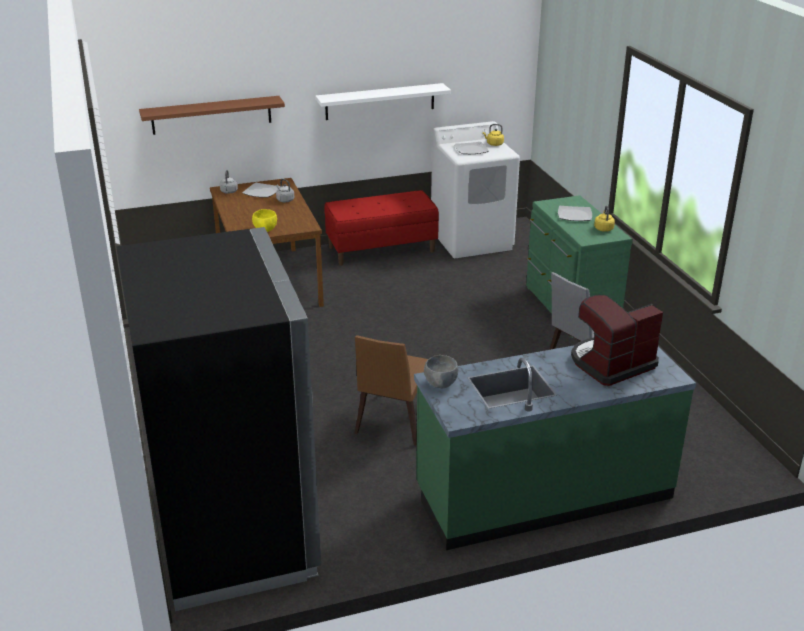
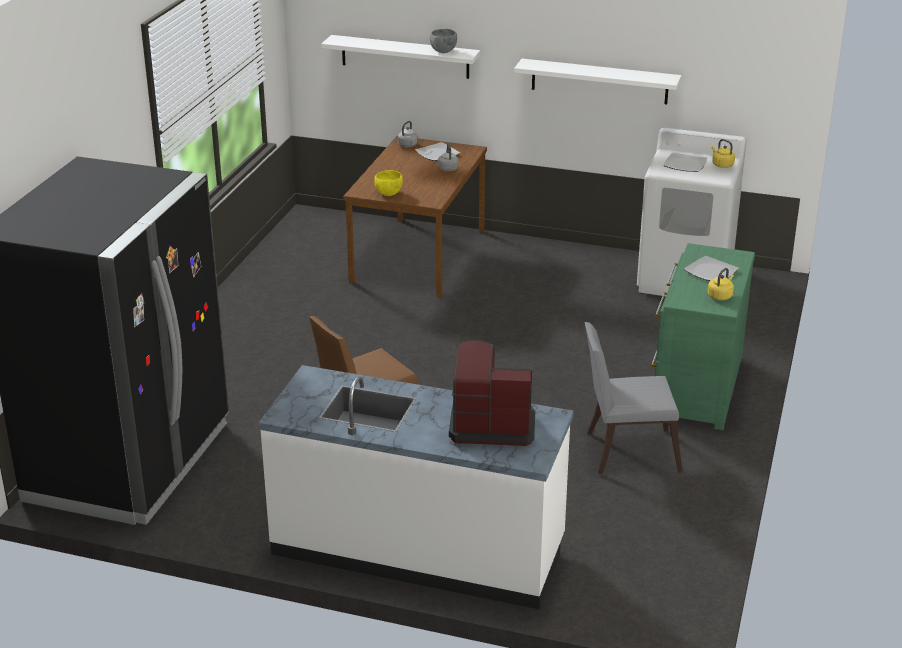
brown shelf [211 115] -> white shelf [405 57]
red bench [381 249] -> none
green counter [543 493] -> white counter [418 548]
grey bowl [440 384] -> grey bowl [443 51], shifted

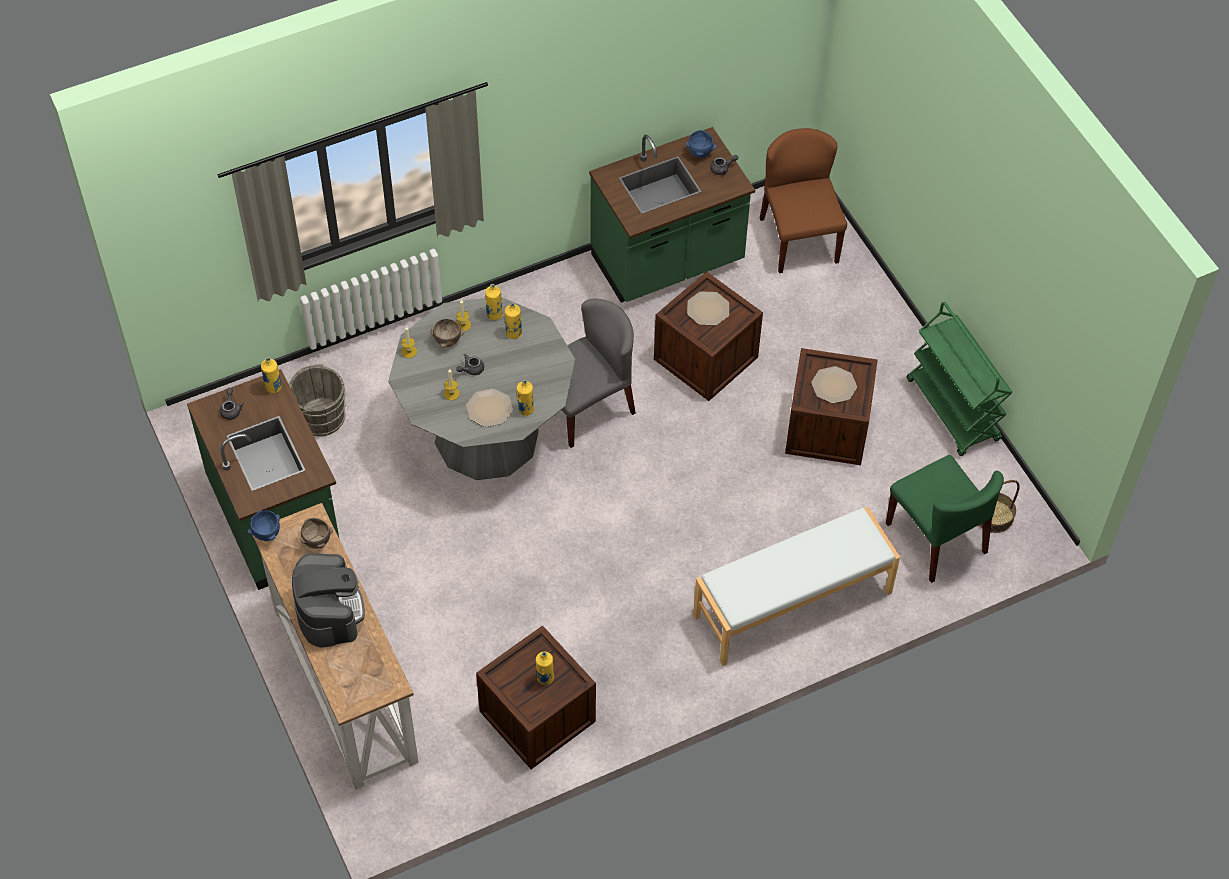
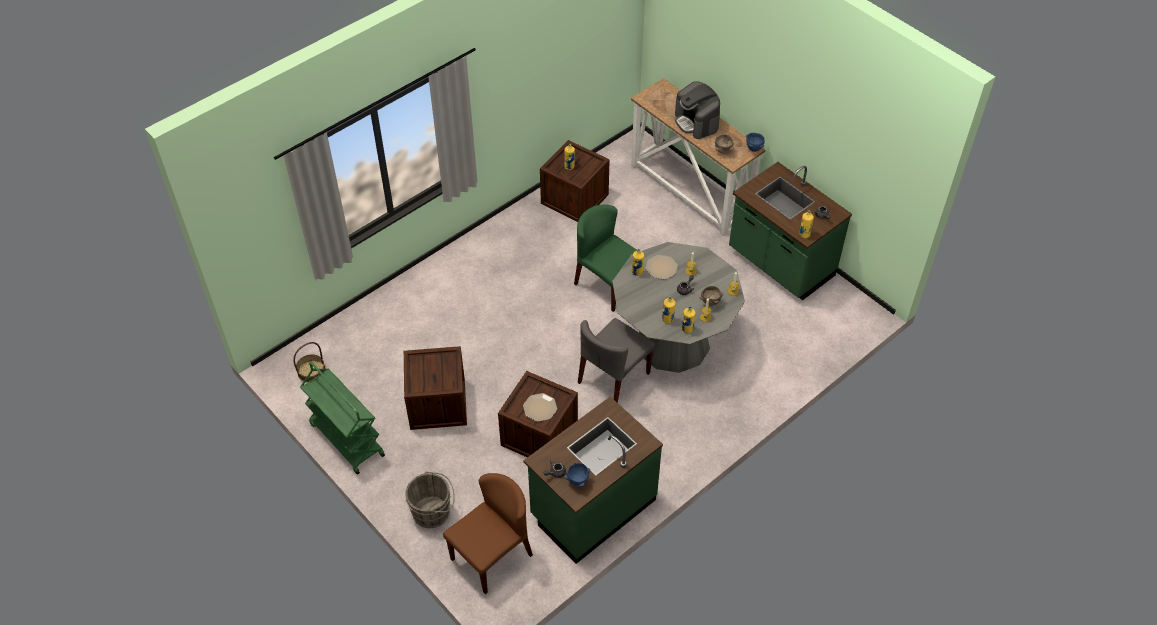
grey bucket [318 417] -> grey bucket [433 512], shifted
white bench [793 604] -> none
brown chair [798 239] -> brown chair [491 556], 105 degrees counterclockwise
plate [833 385] -> none
green chair [937 538] -> green chair [608 285], shifted

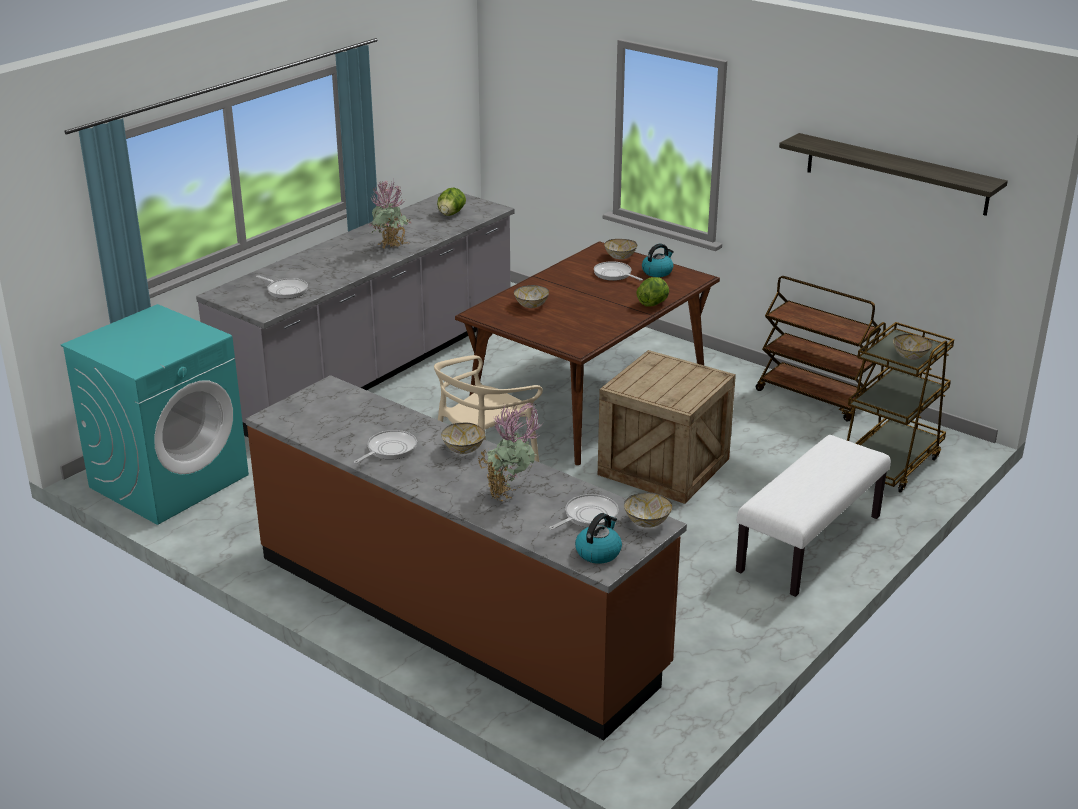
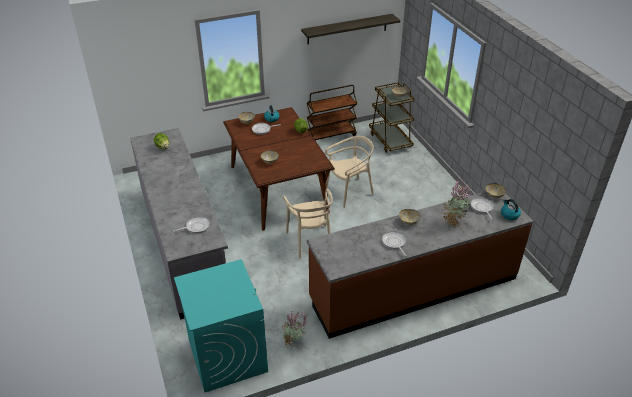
potted plant [391 249] -> potted plant [294 343], shifted
crate [663 467] -> beige chair [349 191]
white bench [810 544] -> none

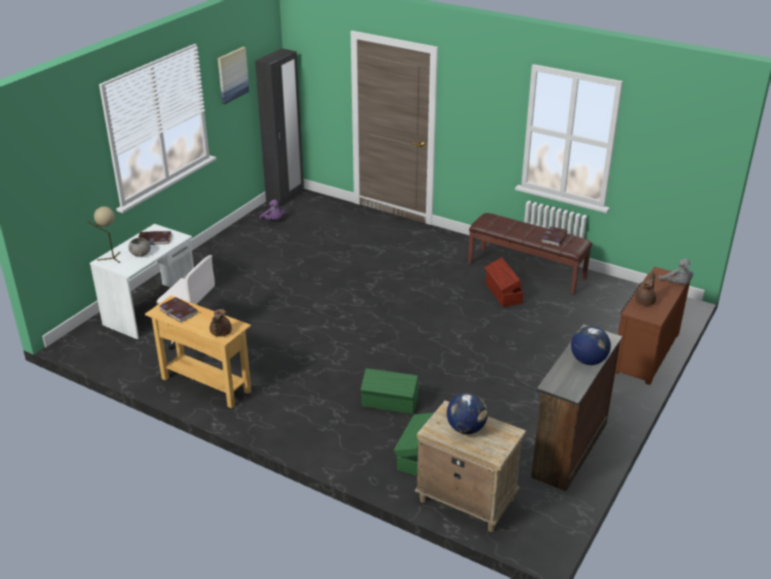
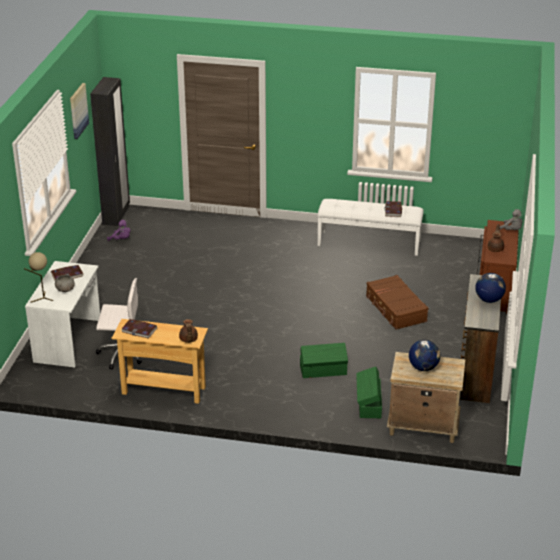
brown bench [526 270] -> white bench [369 242]
brown storage box [503 293] -> none
none -> brown suitcase [395 309]

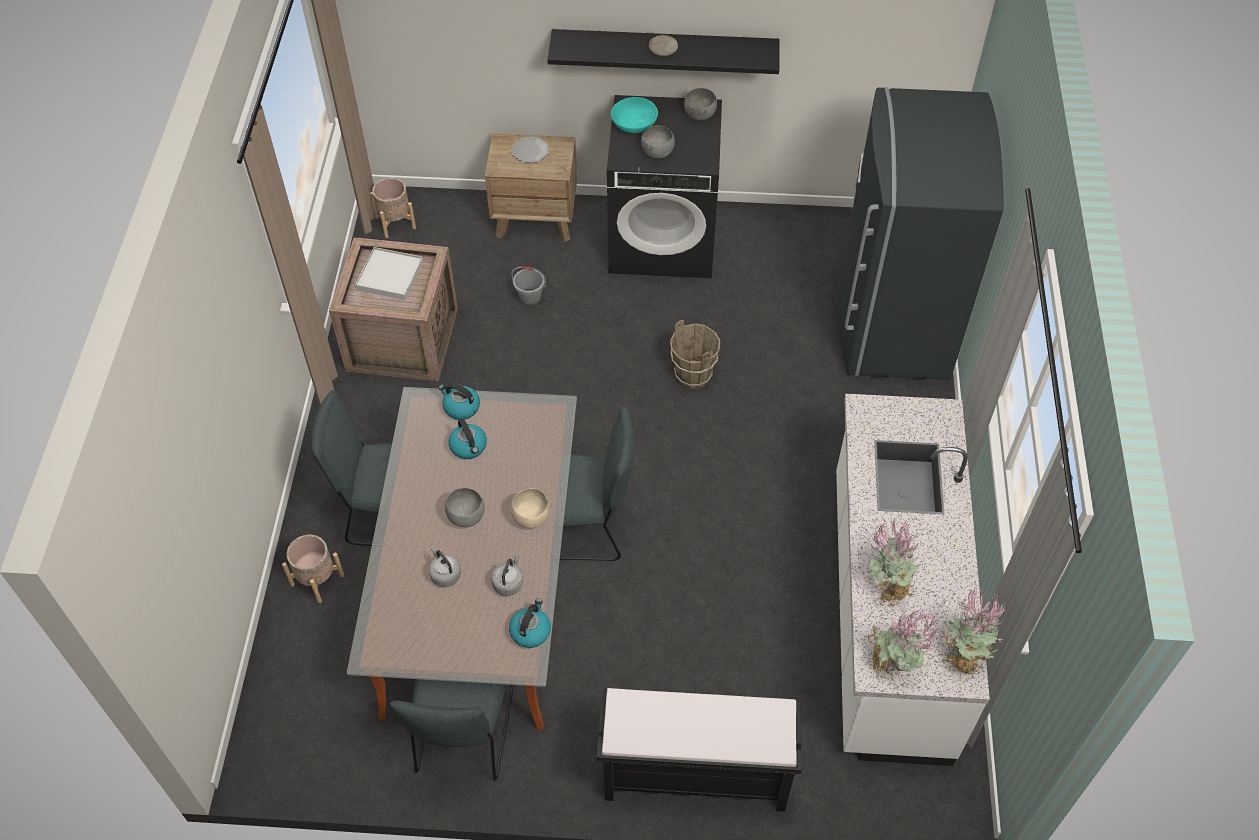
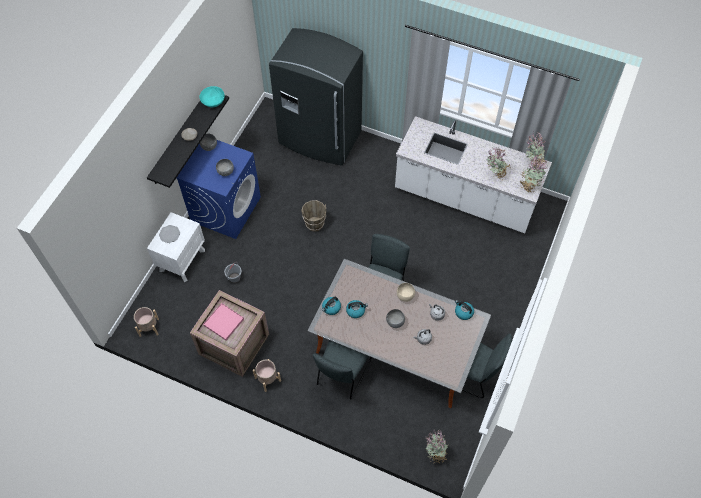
beige planter [317 580] -> beige planter [268 379], shifted
white tray [389 276] -> pink tray [224 322]
brown nightstand [536 218] -> white nightstand [182 260]
black bench [693 775] -> none
black washing machine [663 239] -> blue washing machine [226 209]
turquoise bowl [634 123] -> turquoise bowl [213 101], shifted
none -> potted plant [435 453]

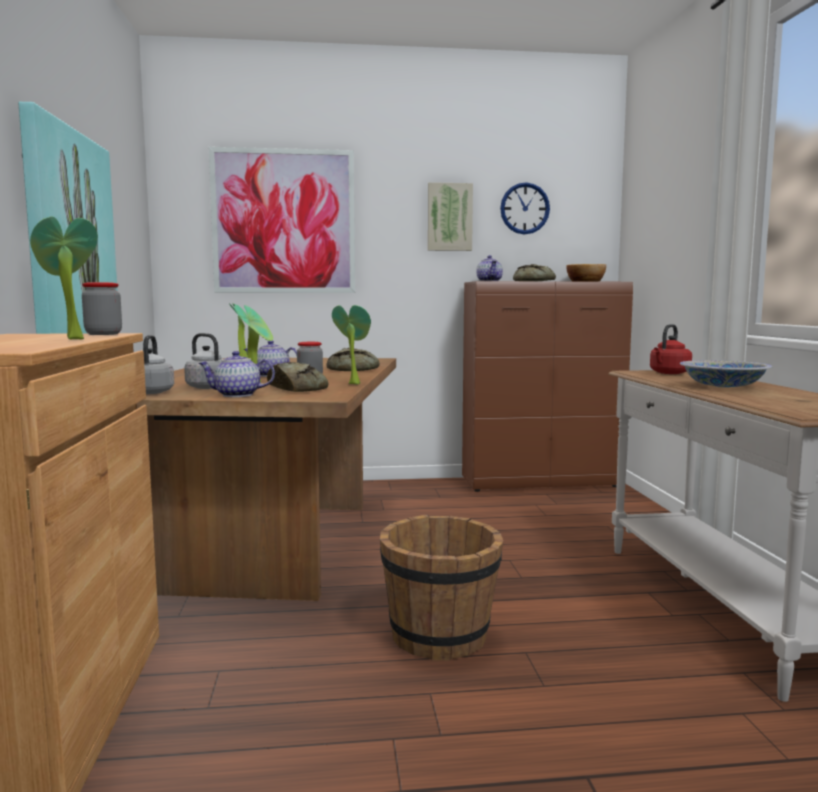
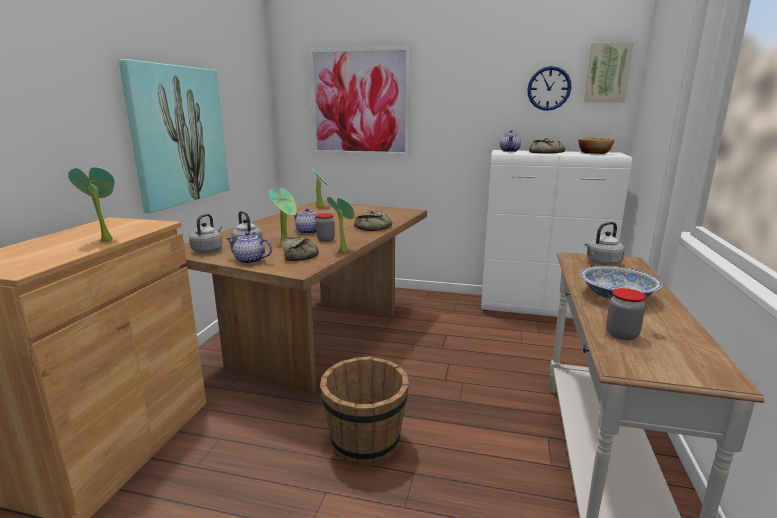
jar [103 334] -> jar [621 335], shifted
picture [449 217] -> picture [607 73], shifted
brown cabinet [542 483] -> white cabinet [541 309]
red kettle [668 373] -> grey kettle [602 263]

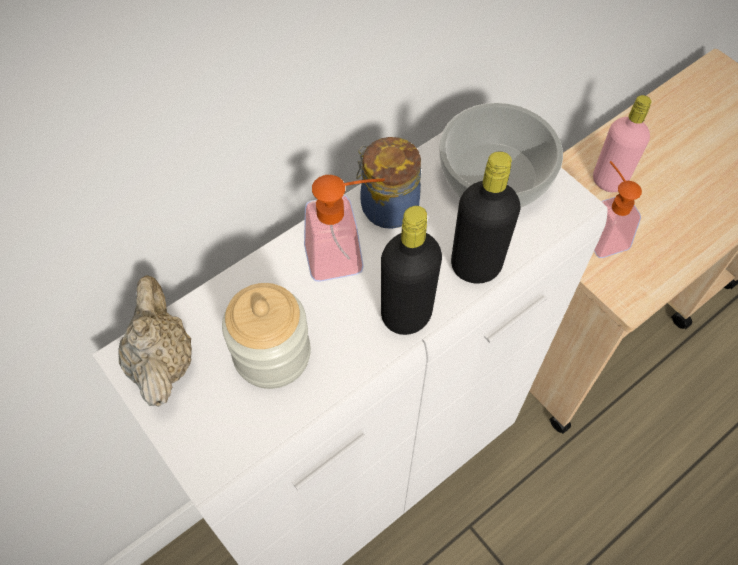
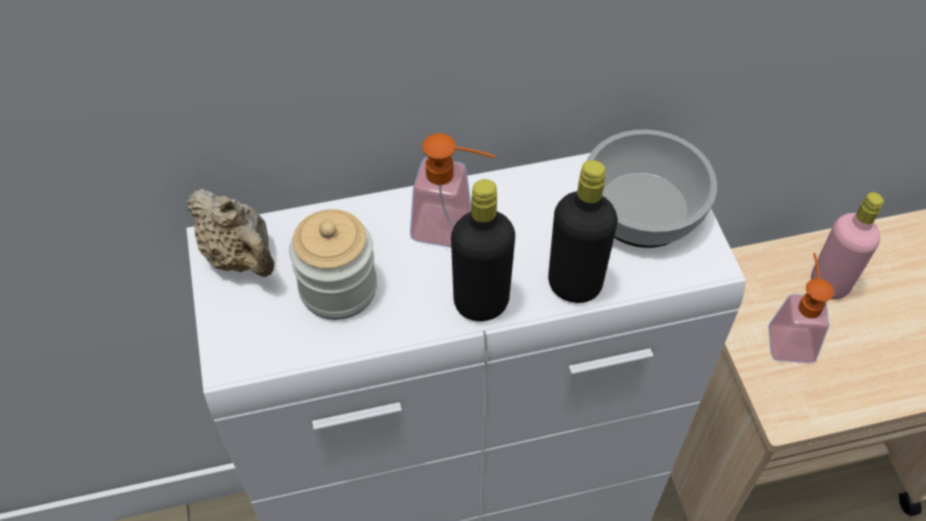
beige teapot [162 361] -> beige teapot [240 257], 120 degrees clockwise
jar [387 207] -> none

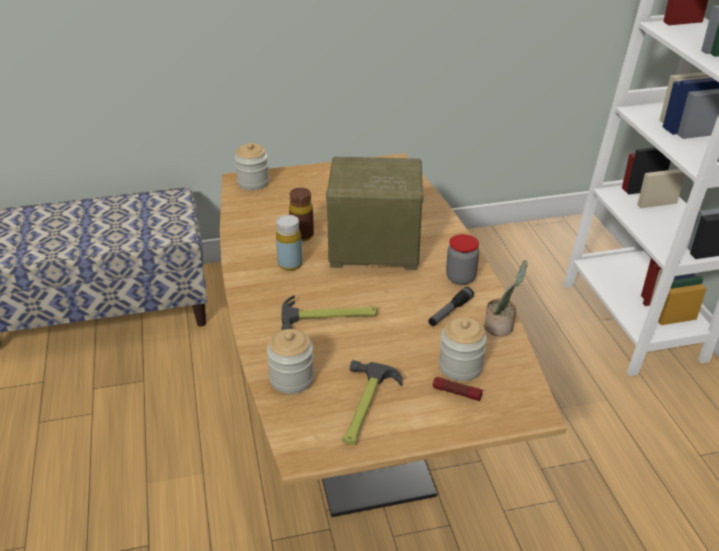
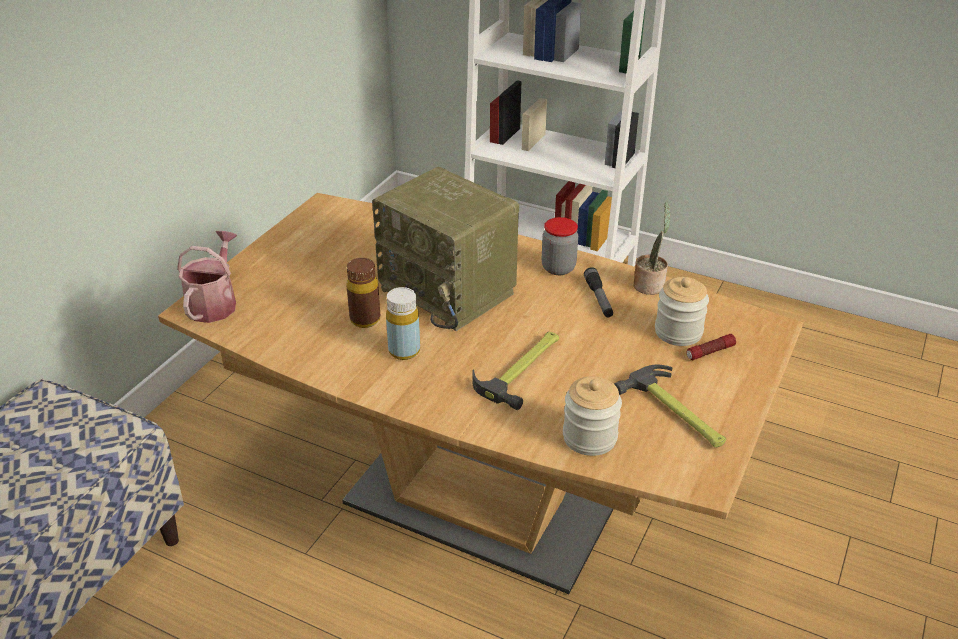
jar [253 182] -> watering can [214 303]
radio [372 249] -> radio [450 291], 90 degrees counterclockwise

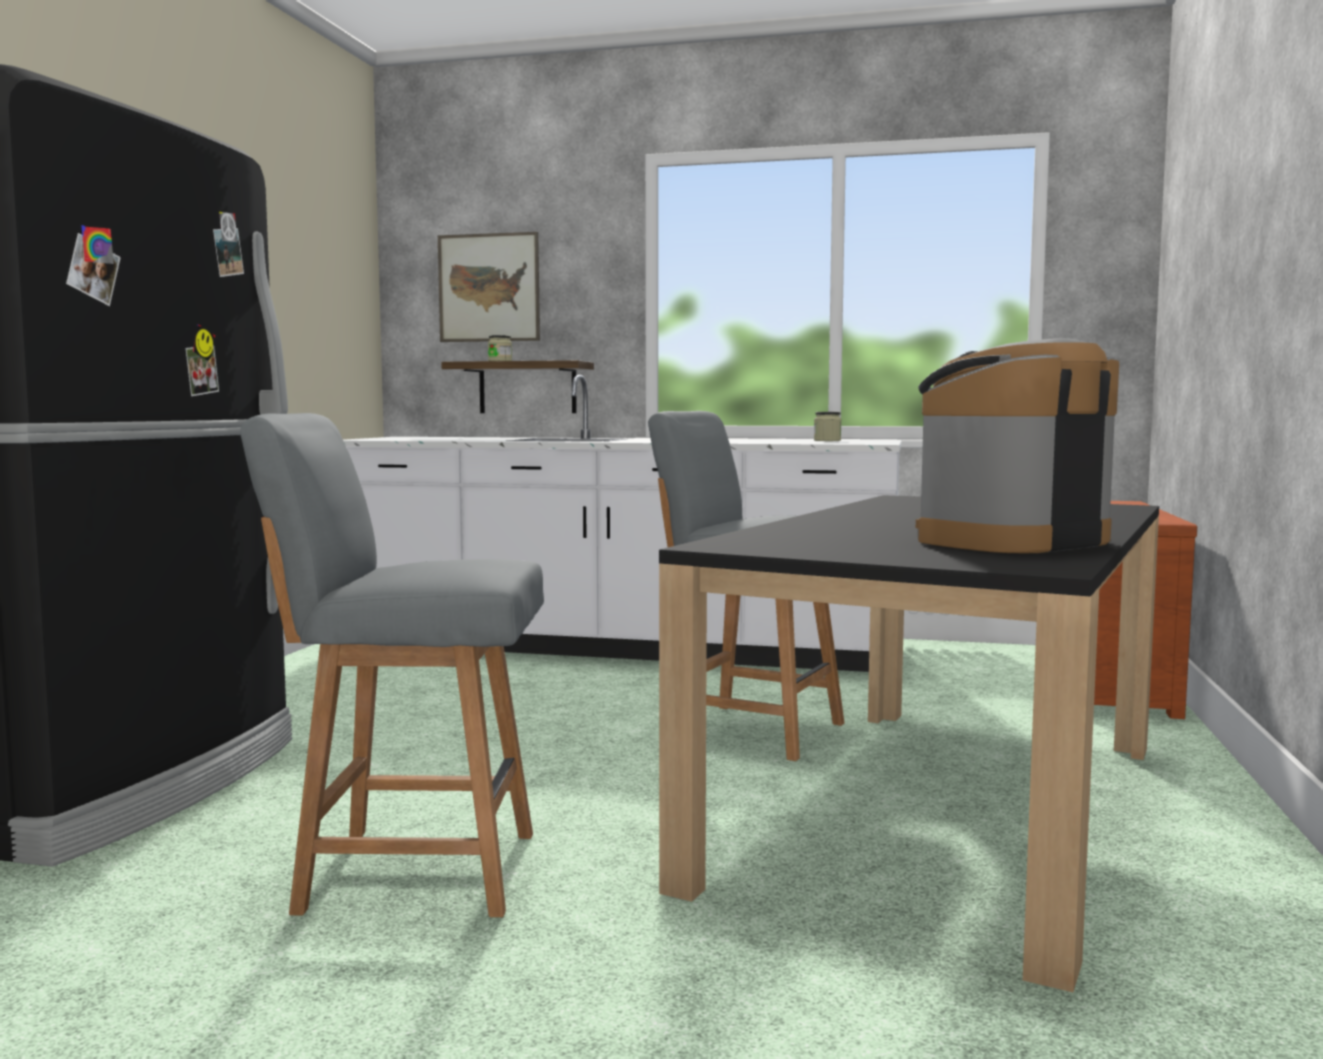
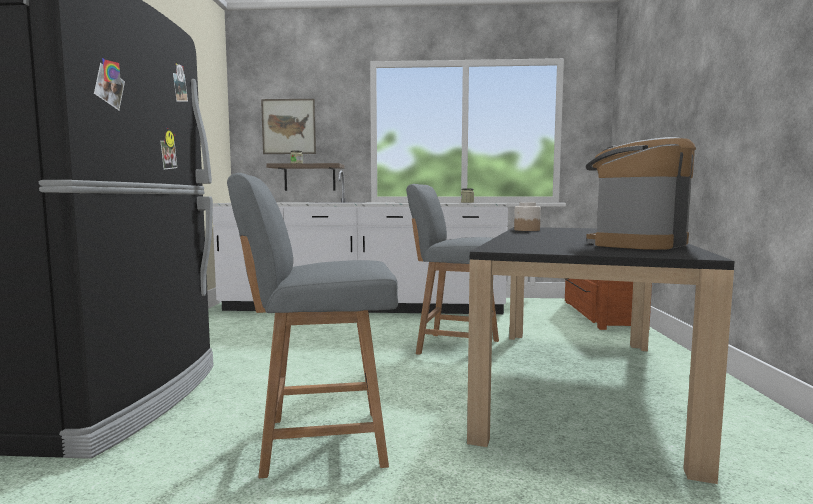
none -> jar [526 230]

